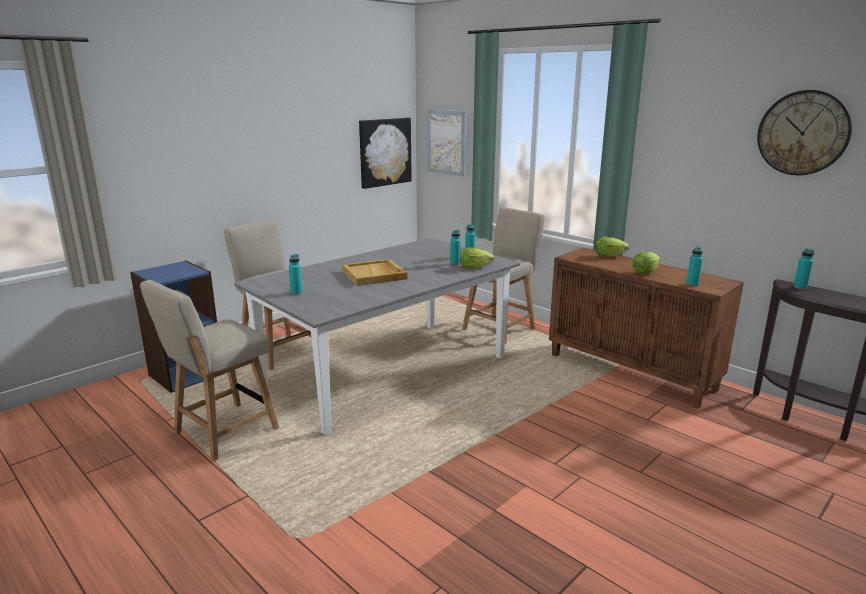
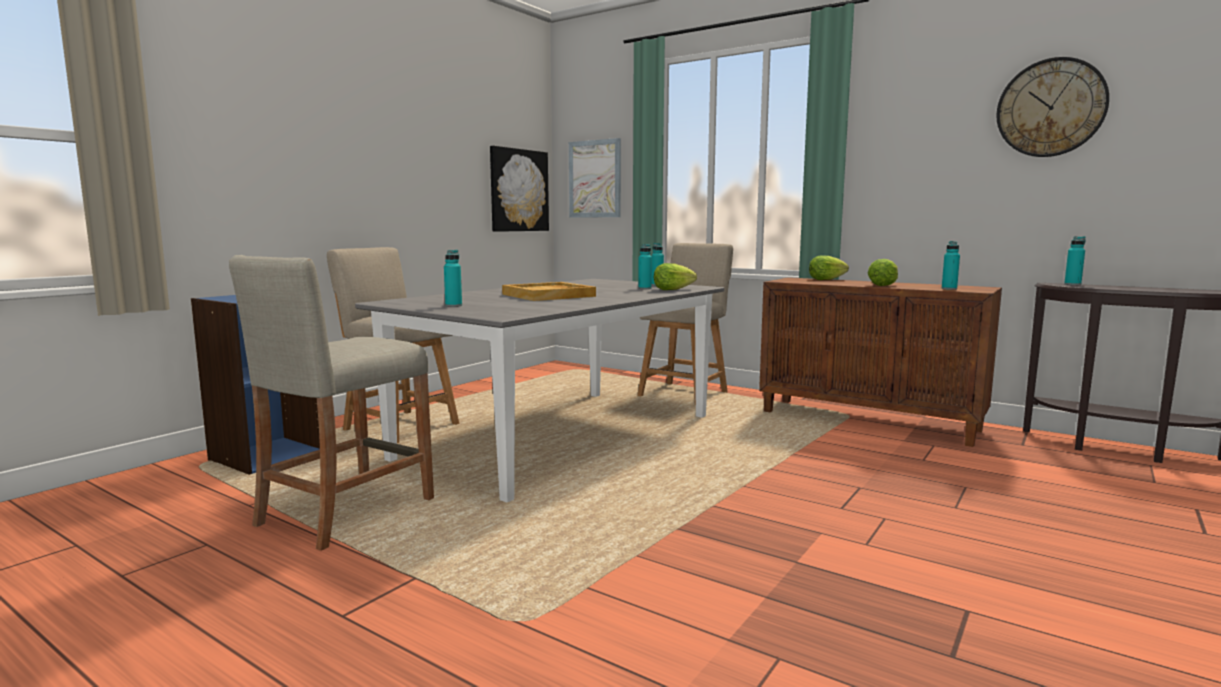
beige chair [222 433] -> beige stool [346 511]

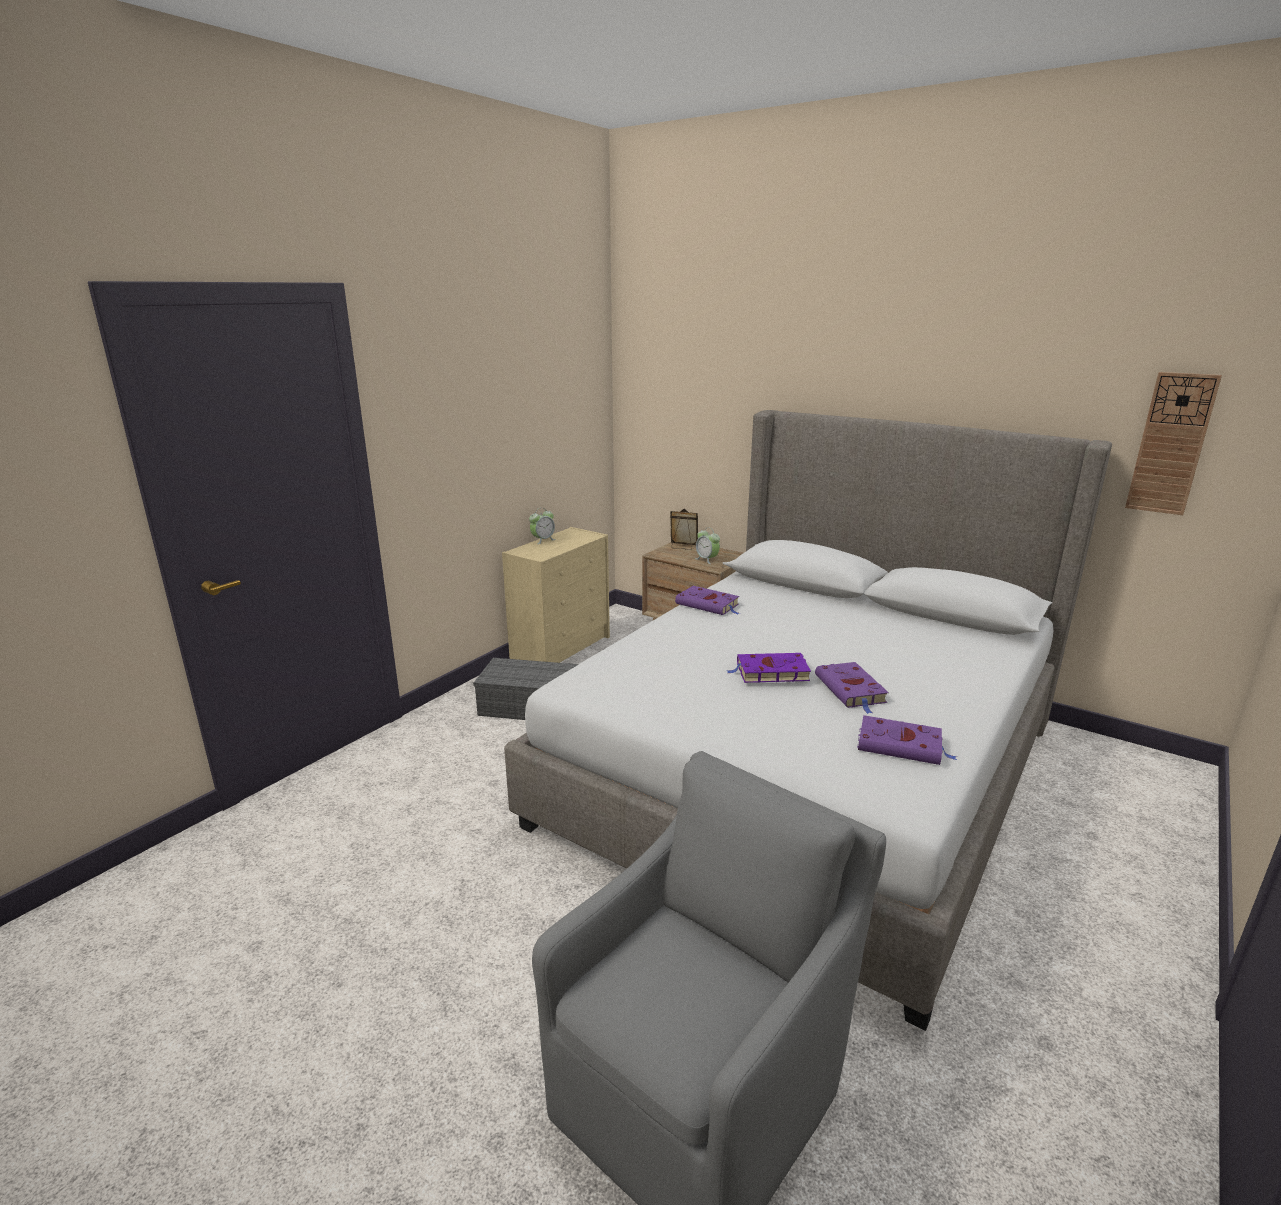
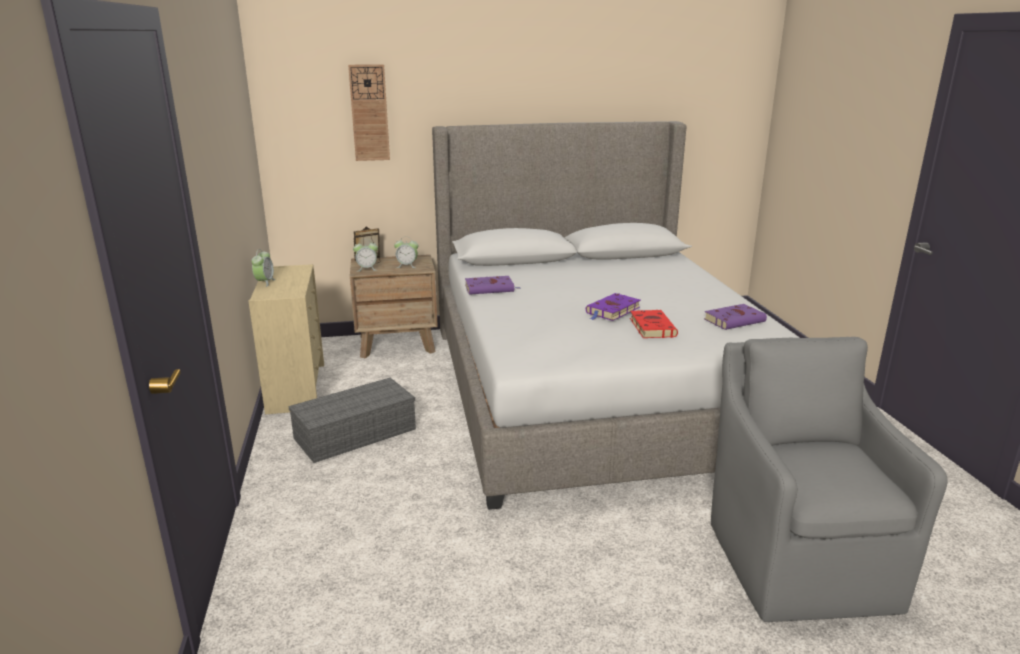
purple book [851 690] -> none
wall clock [1171 444] -> wall clock [369 113], shifted
none -> alarm clock [367 269]
none -> red book [651 327]

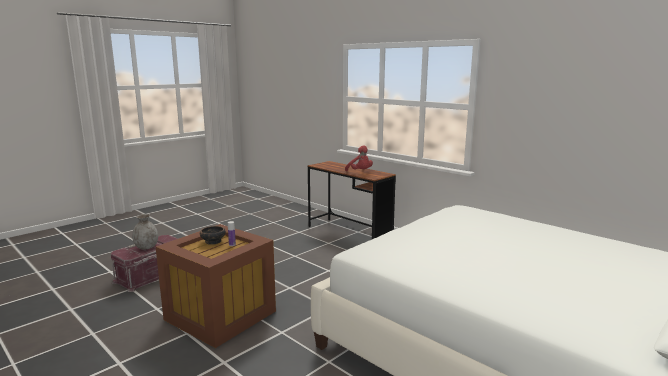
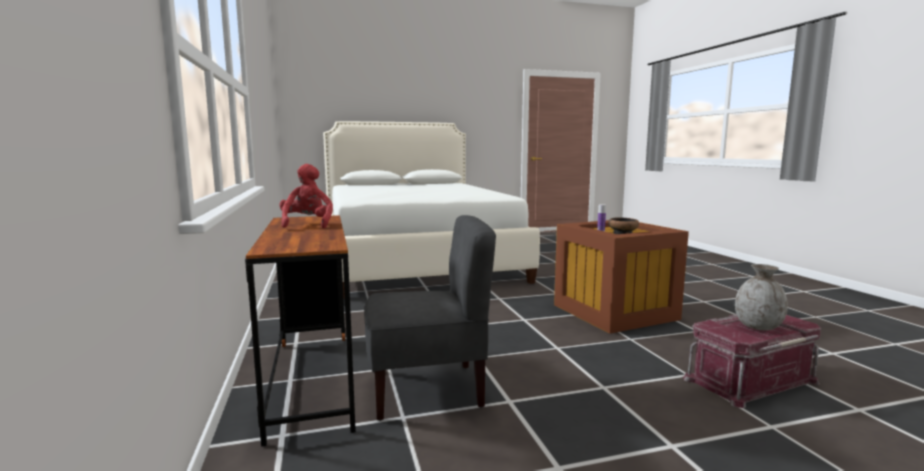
none -> grey chair [427 389]

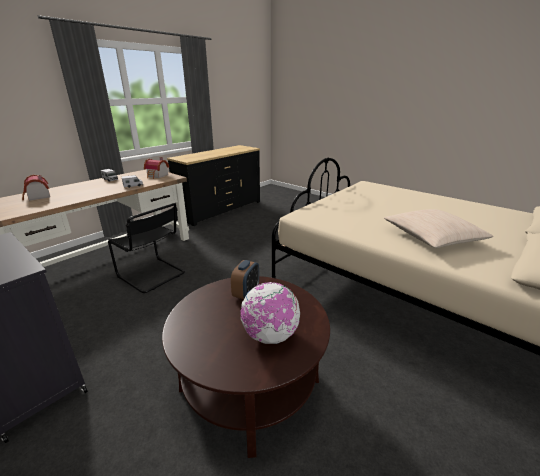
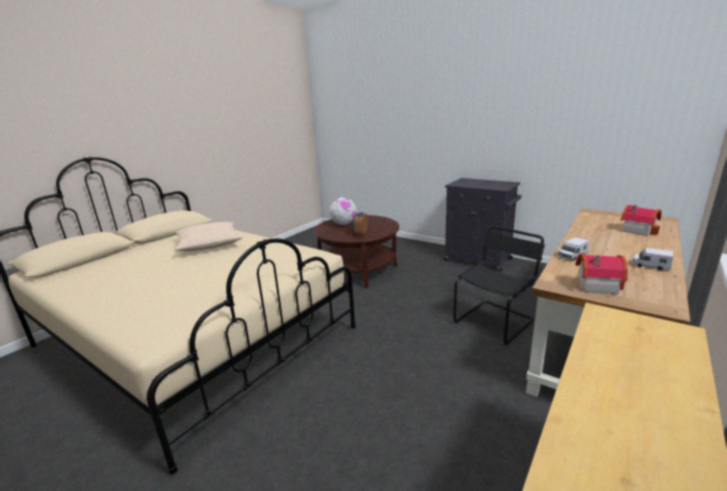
black chair [153 275] -> black chair [495 321], 105 degrees clockwise

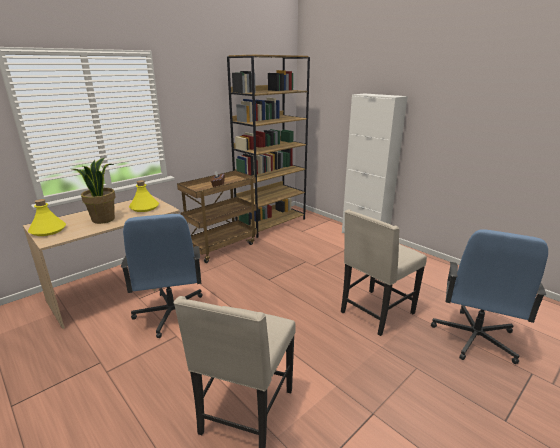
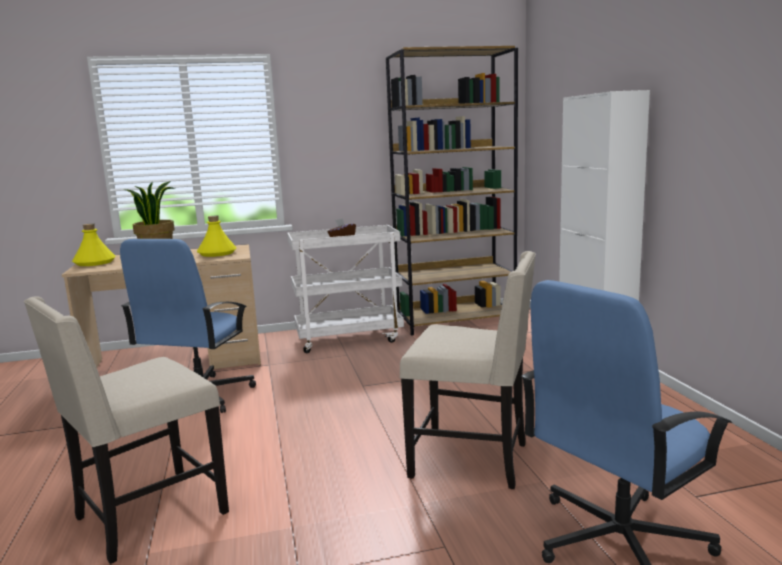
brown cart [222 246] -> white cart [349 338]
beige chair [375 313] -> beige chair [472 460], 150 degrees counterclockwise

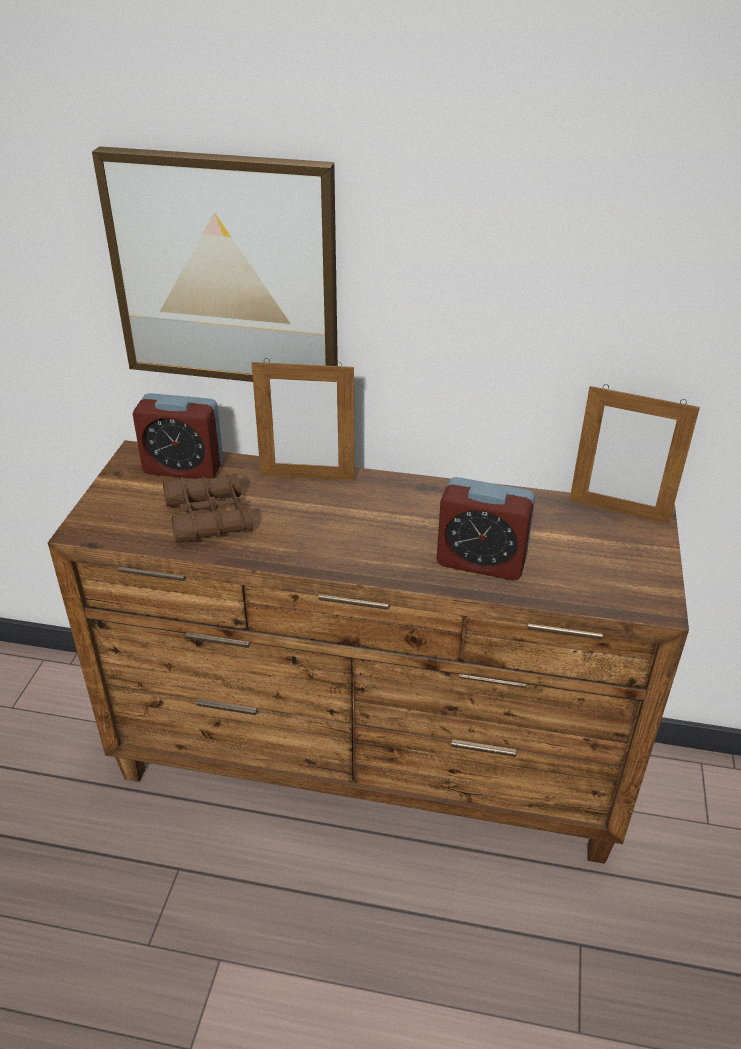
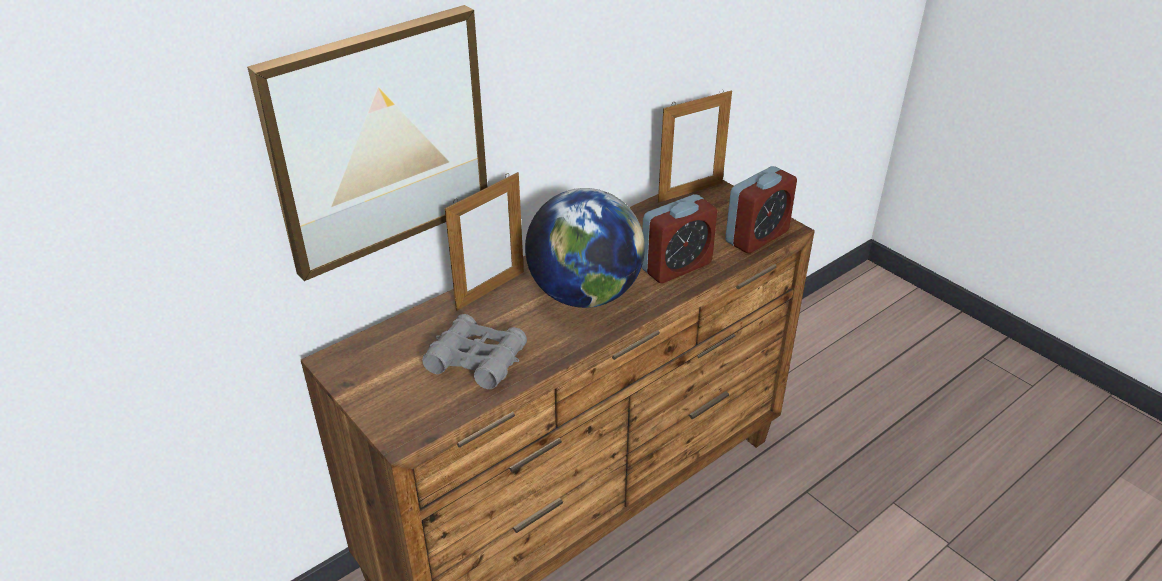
alarm clock [183 468] -> alarm clock [757 237], shifted
brown binoculars [209 517] -> grey binoculars [477 360]
none -> globe [584 294]

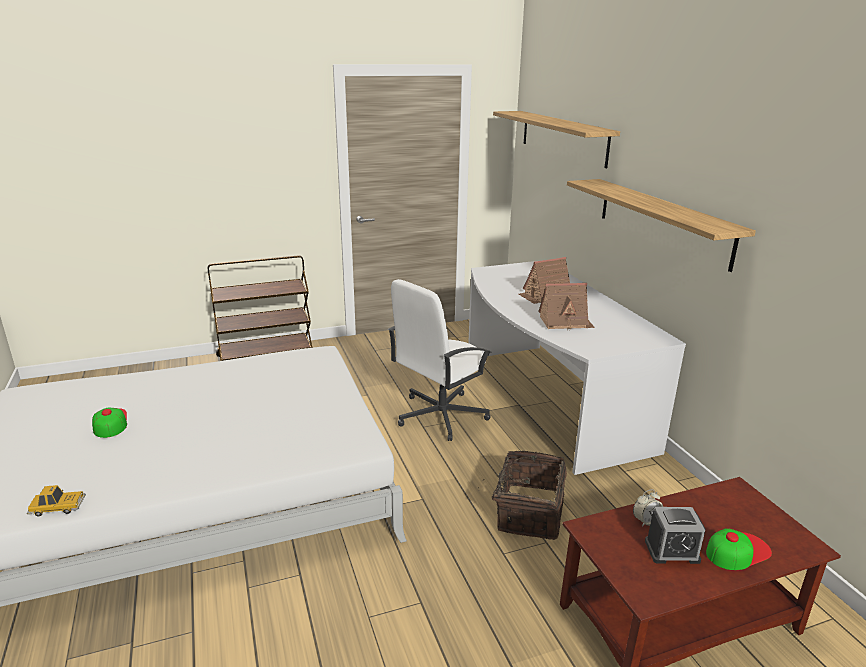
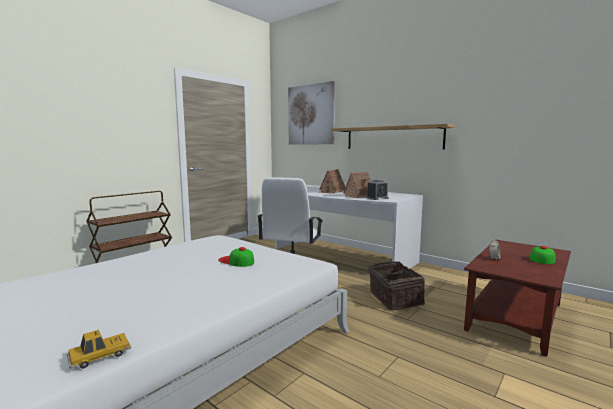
cap [110 422] -> cap [236 261], shifted
shelf [563 137] -> picture [311 114]
alarm clock [672 551] -> alarm clock [377 198], shifted

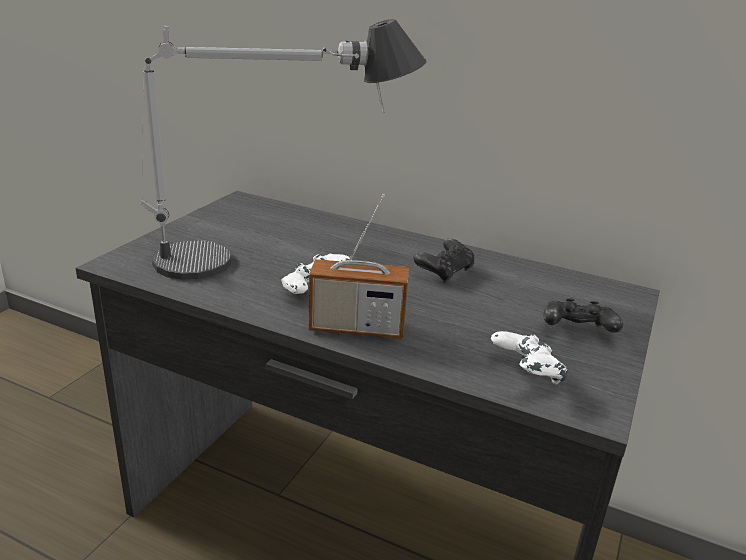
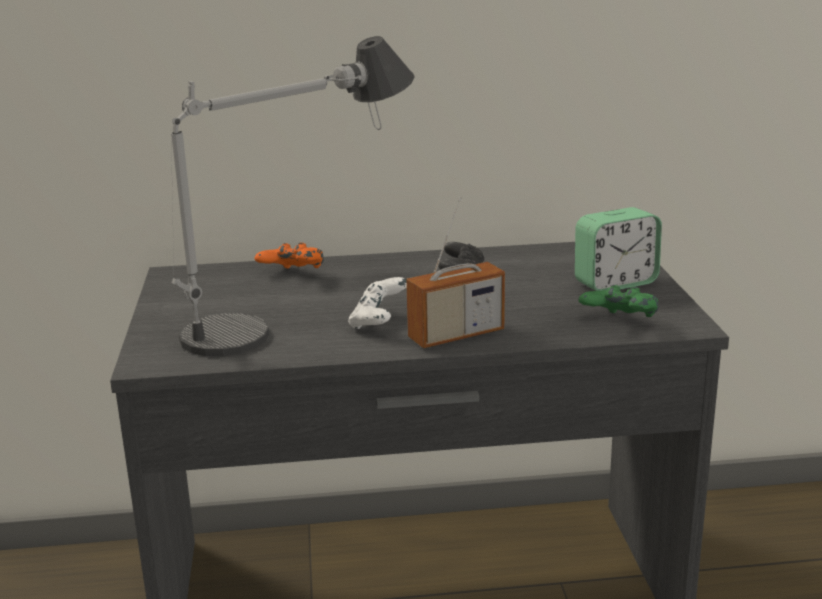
white game controller [525 375] -> green game controller [619 321]
black game controller [576 331] -> alarm clock [615 283]
none -> orange game controller [292 274]

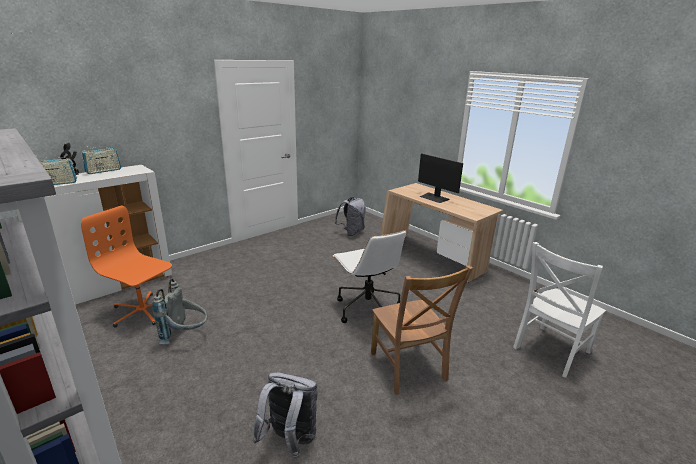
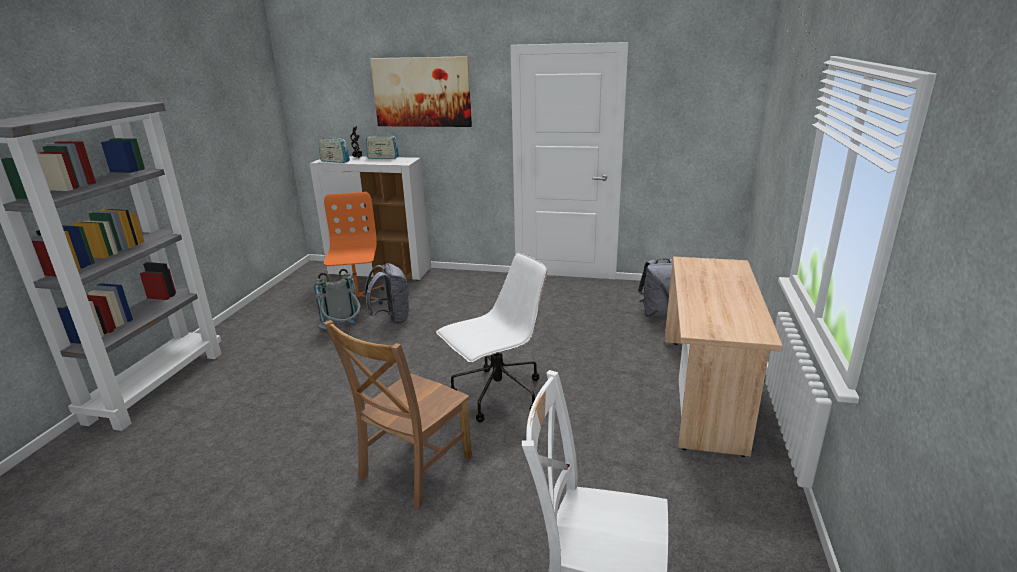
grey backpack [289 440] -> grey backpack [391 319], shifted
white office chair [366 309] -> white office chair [497 396], 150 degrees counterclockwise
monitor [434 198] -> none
none -> picture [422 92]

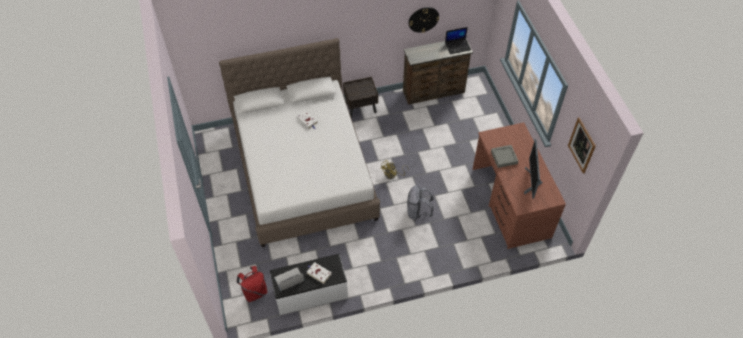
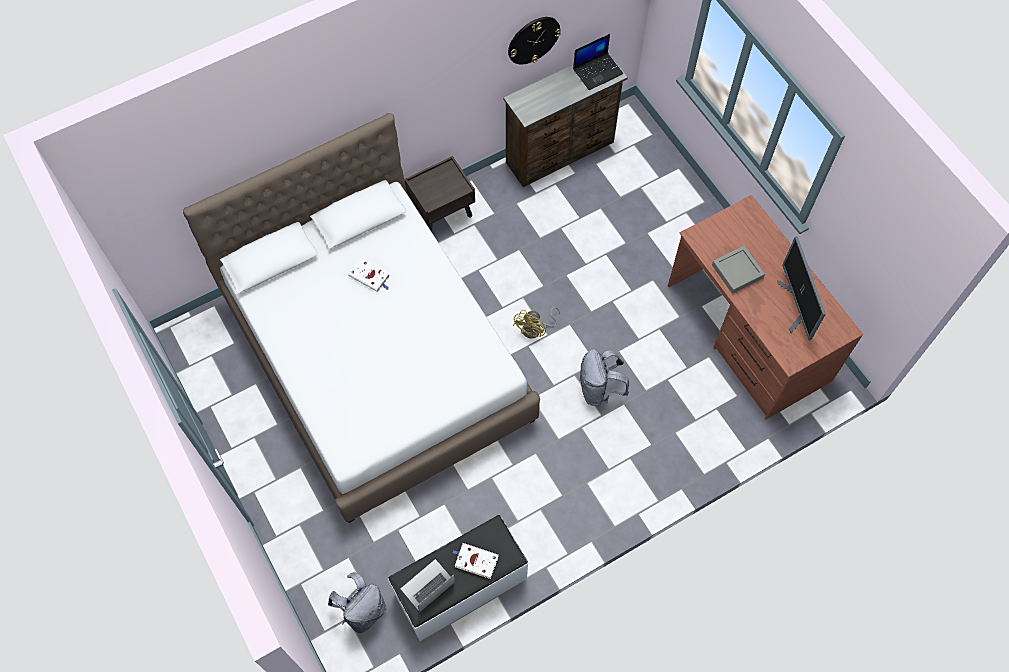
red backpack [254 292] -> grey backpack [363 610]
picture [582 145] -> none

